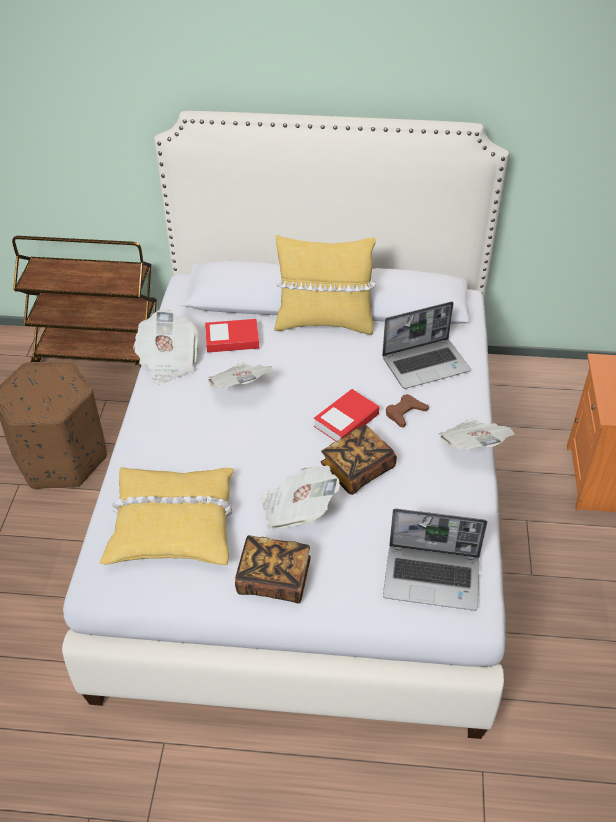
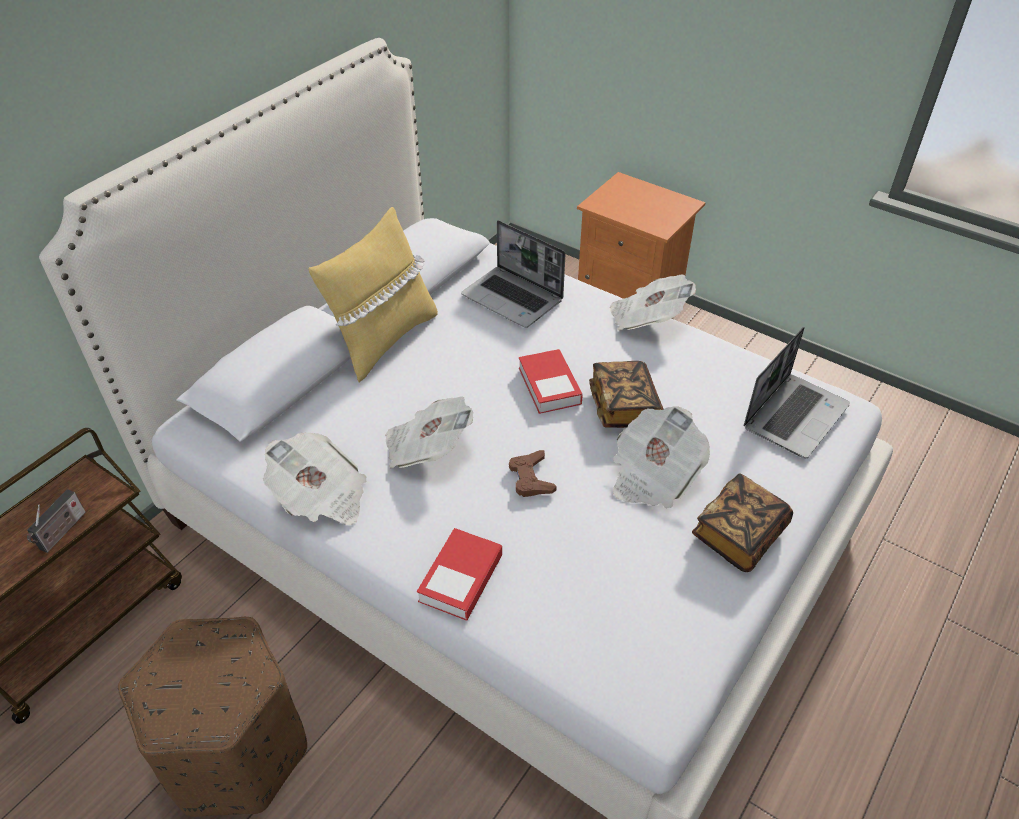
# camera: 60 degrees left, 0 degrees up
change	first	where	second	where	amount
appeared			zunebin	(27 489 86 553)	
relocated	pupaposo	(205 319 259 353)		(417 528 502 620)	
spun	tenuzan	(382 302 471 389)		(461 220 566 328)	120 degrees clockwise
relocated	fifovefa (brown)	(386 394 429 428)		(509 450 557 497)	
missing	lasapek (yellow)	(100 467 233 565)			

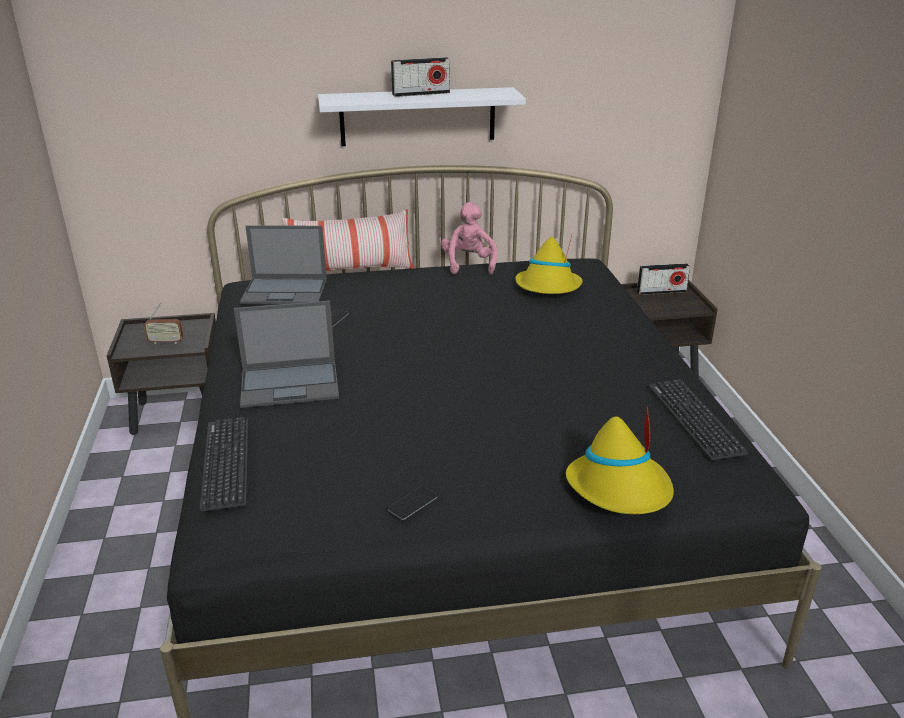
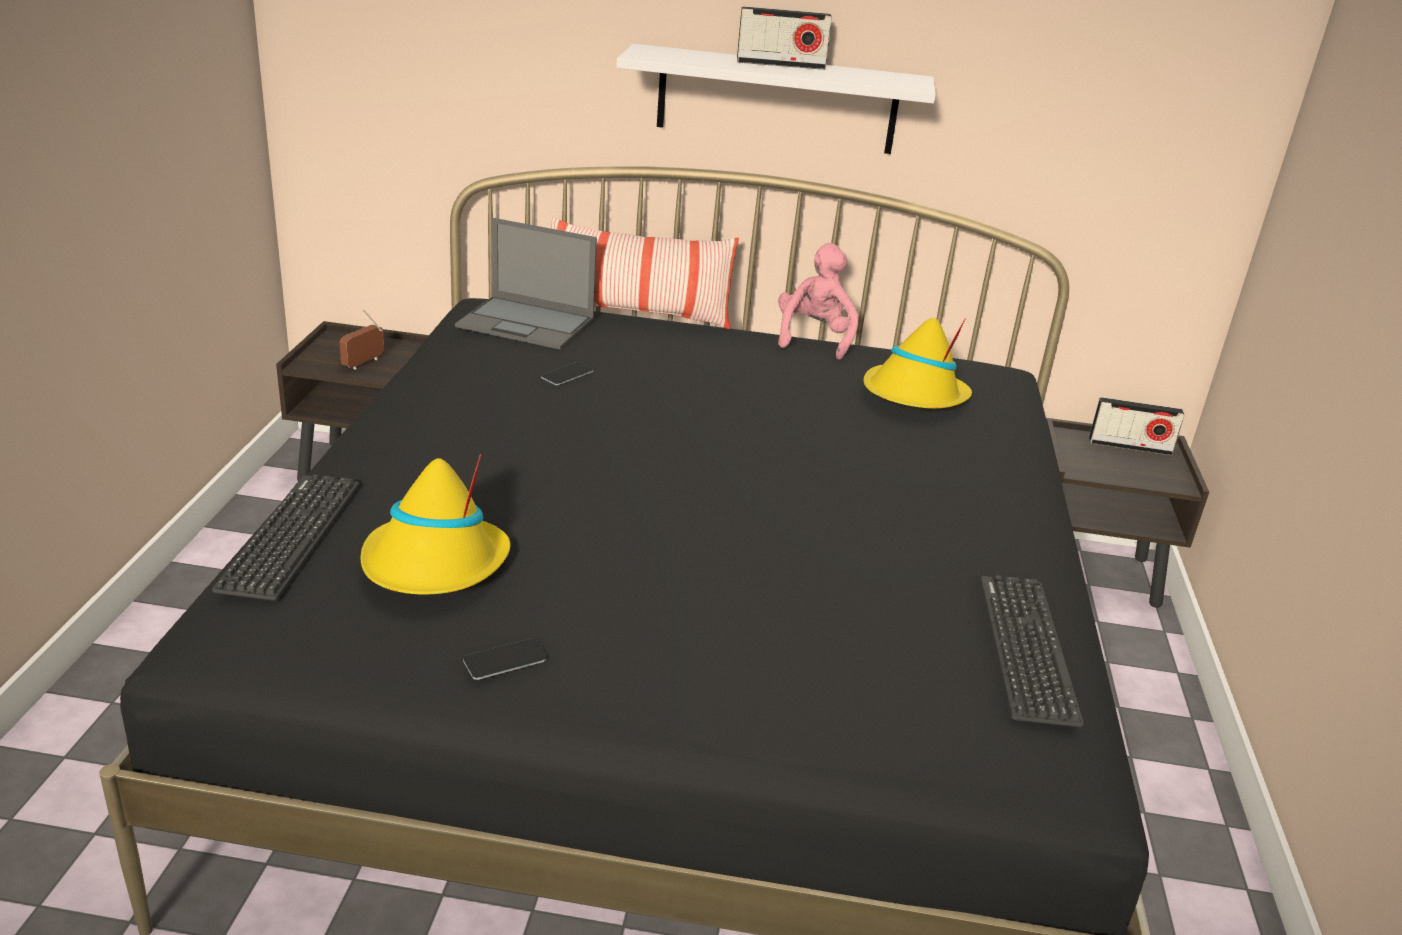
# camera: 15 degrees right, 0 degrees up
change	first	where	second	where	amount
spun	zunebin	(144 302 183 344)		(340 309 384 370)	105 degrees clockwise
relocated	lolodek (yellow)	(566 407 674 514)		(361 454 511 594)	
missing	tenuzan	(234 301 339 408)			

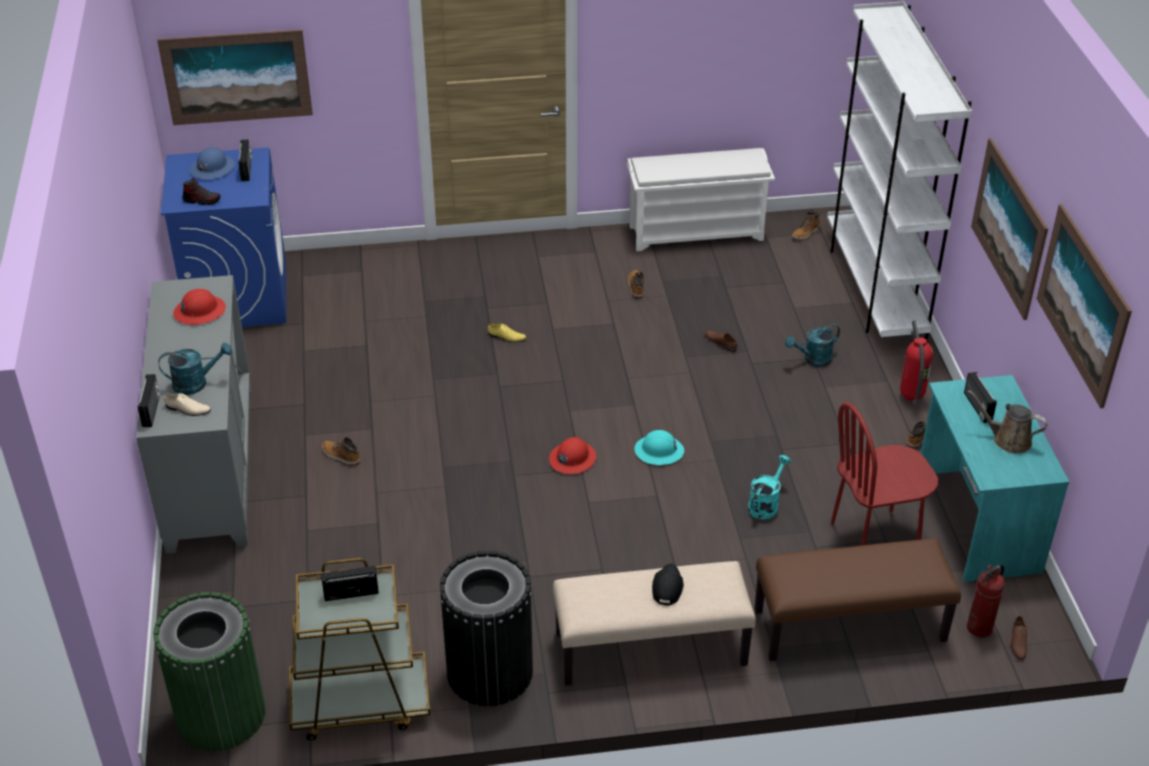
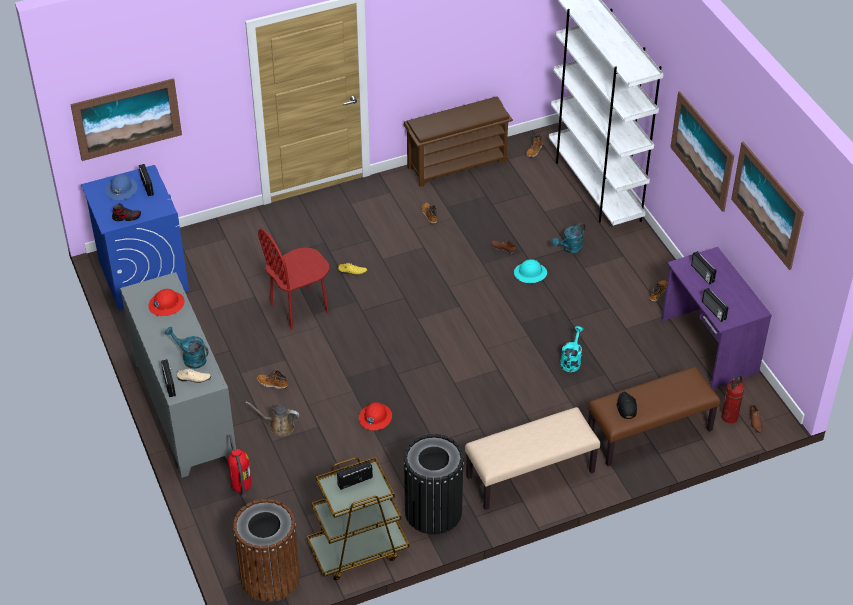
# camera: 15 degrees left, 5 degrees up
change	first	where	second	where	amount
spun	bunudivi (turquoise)	(159 342 232 395)		(165 327 209 369)	120 degrees counterclockwise
relocated	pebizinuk	(900 320 933 404)		(228 435 252 498)	
colour	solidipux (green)	(153 592 265 751)	solidipux (brown)	(233 499 300 602)	
relocated	bunudivi (brown)	(968 390 1048 454)		(246 401 300 436)	
relocated	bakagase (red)	(831 402 938 546)		(258 229 329 330)	
relocated	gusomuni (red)	(549 437 596 474)		(359 402 392 430)	
colour	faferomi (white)	(627 148 775 251)	faferomi (brown)	(404 96 513 187)	
relocated	gusomuni (turquoise)	(635 430 684 465)		(514 259 547 283)	
relocated	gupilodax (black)	(652 563 684 606)		(617 392 637 419)	
colour	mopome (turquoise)	(921 375 1069 582)	mopome (purple)	(662 247 772 389)	
appeared			zunebin	(702 288 728 322)	

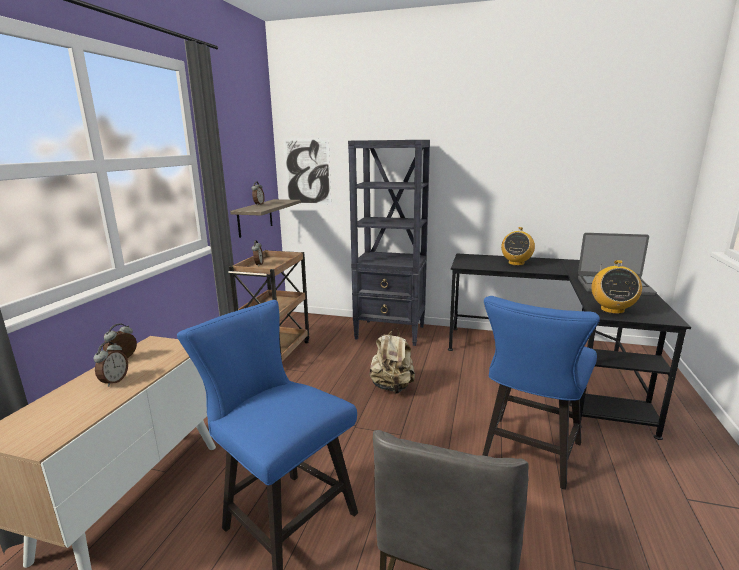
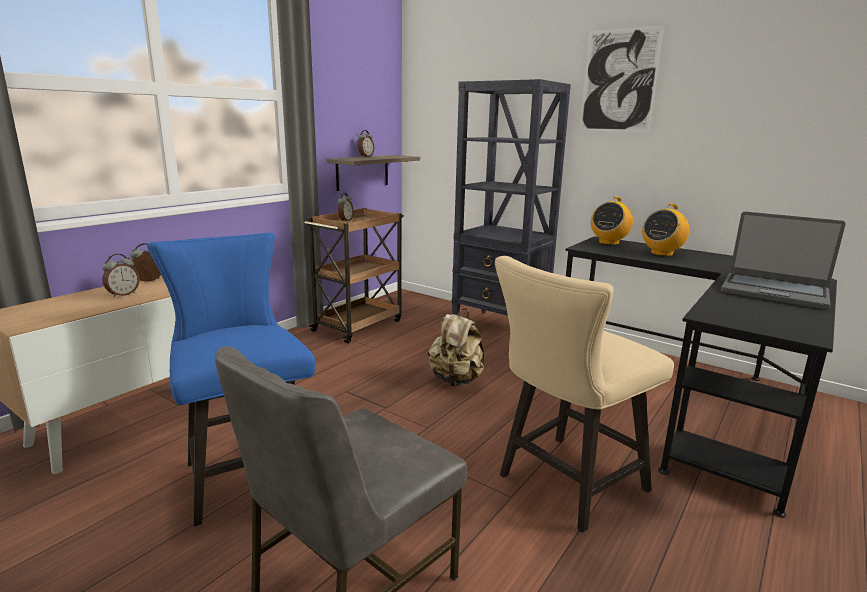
# camera: 20 degrees right, 0 degrees up
change	first	where	second	where	amount
colour	bakagase (blue)	(482 296 600 490)	bakagase (beige)	(495 256 674 533)	
relocated	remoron	(283 138 331 205)		(580 25 664 132)	
relocated	zunebin	(592 260 642 314)		(591 196 633 245)	

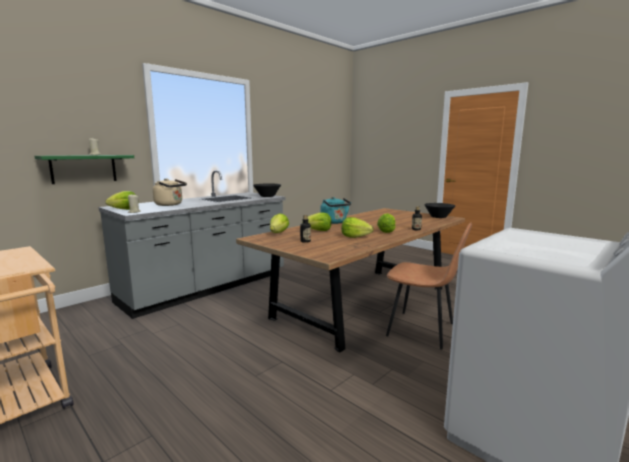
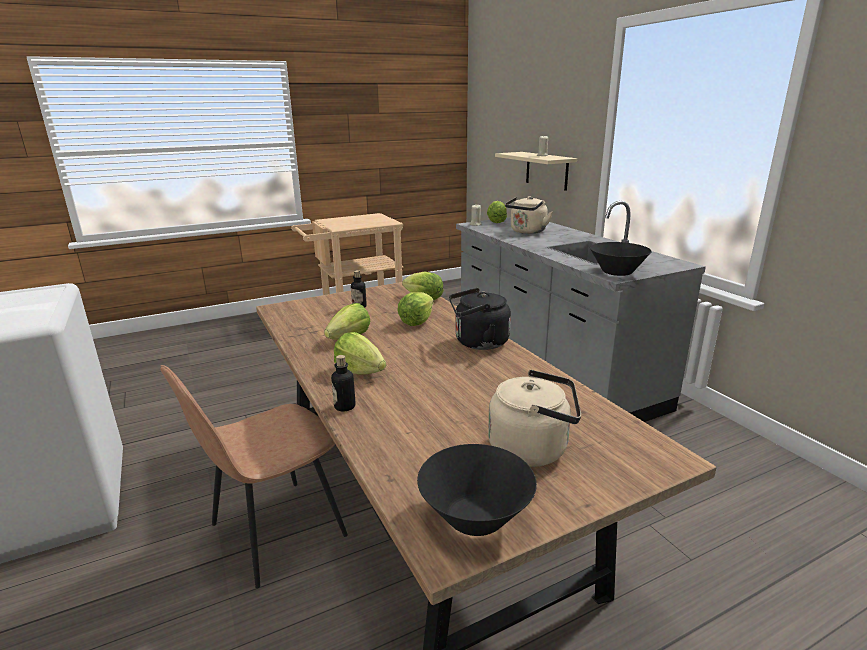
# camera: 110 degrees right, 10 degrees up
change	first	where	second	where	amount
colour	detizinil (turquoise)	(320 197 351 224)	detizinil (black)	(449 288 511 350)	
appeared			detizinil (beige)	(488 370 581 467)	
colour	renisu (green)	(35 155 134 184)	renisu (beige)	(495 152 577 191)	

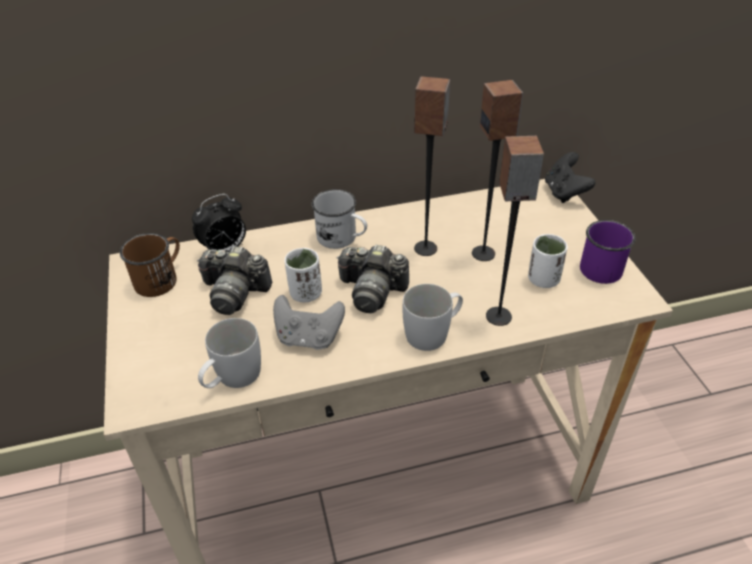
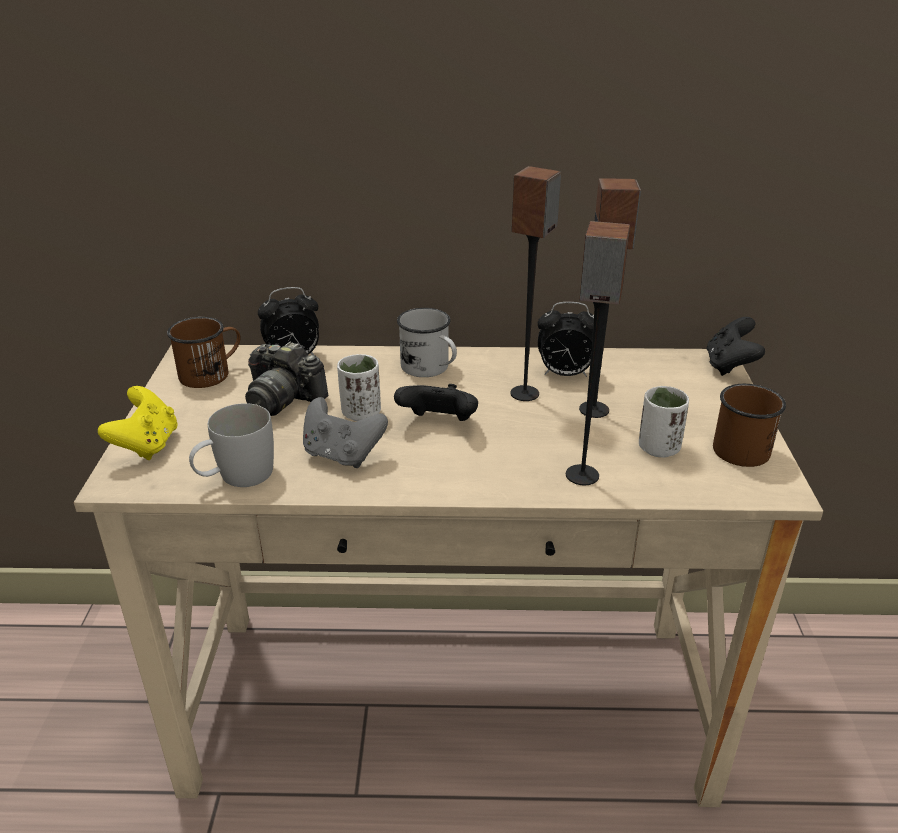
# camera: 15 degrees right, 10 degrees down
change	first	where	second	where	amount
appeared			fifovefa (yellow)	(98 386 178 460)	
exchanged	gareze	(336 244 409 313)	fifovefa (black)	(394 384 478 421)	
appeared			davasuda	(538 302 594 377)	
colour	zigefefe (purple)	(580 220 636 284)	zigefefe (brown)	(713 384 786 467)	
missing	zigefefe (white)	(403 284 463 351)			

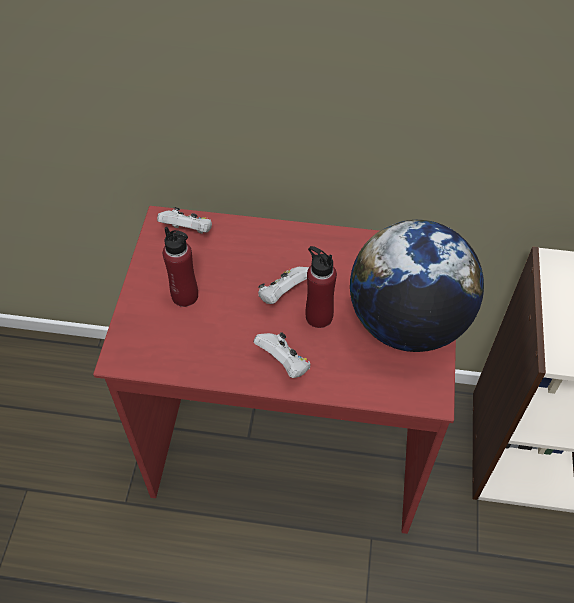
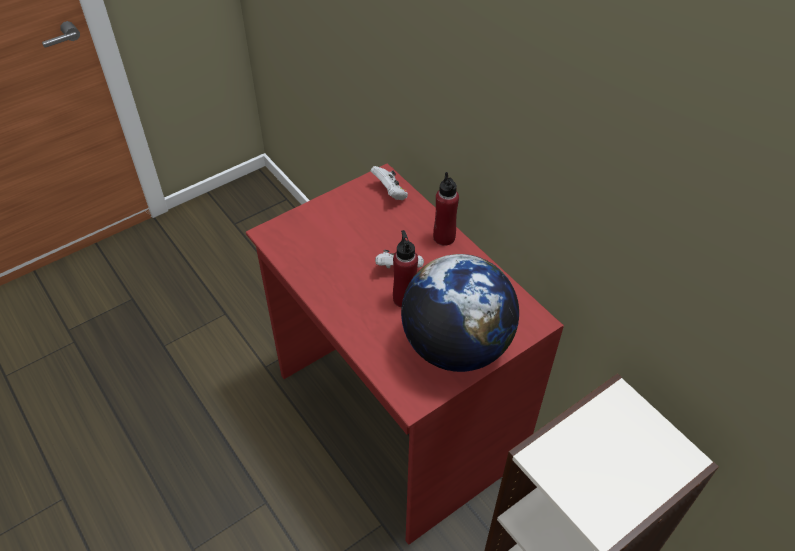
# camera: 45 degrees right, 5 degrees down
change	first	where	second	where	amount
relocated	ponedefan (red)	(163 227 198 307)		(433 172 459 246)	
missing	fifovefa (white)	(254 332 310 378)			

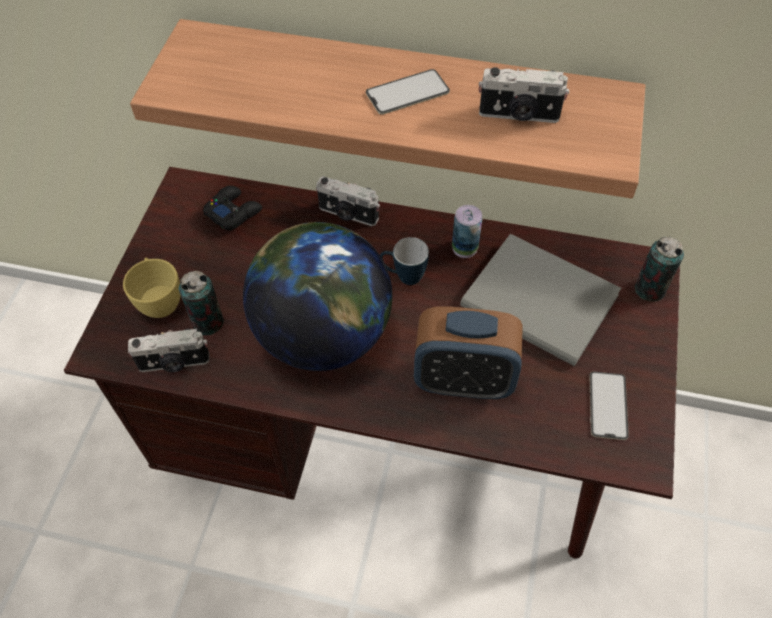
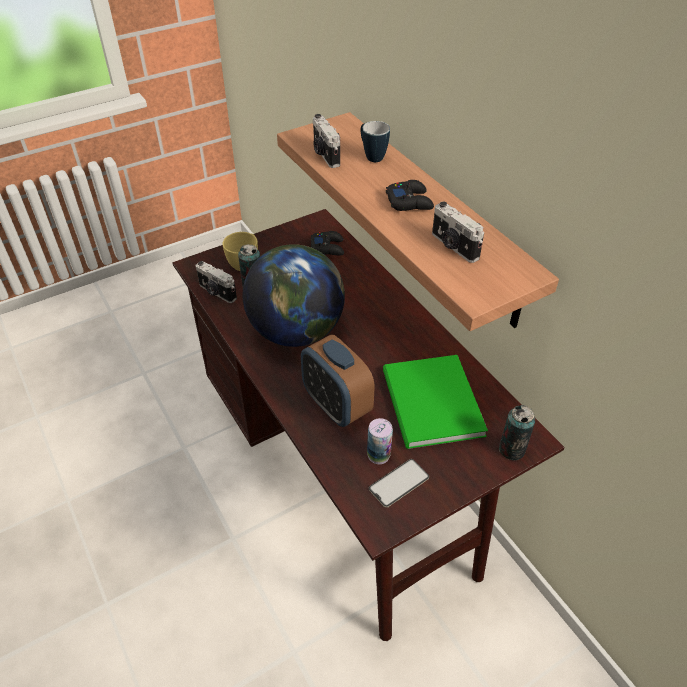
# camera: 45 degrees right, 10 degrees down
change	first	where	second	where	amount
relocated	gareze	(316 176 380 226)		(313 114 340 168)	
relocated	zigefefe	(380 237 429 285)		(361 121 390 162)	
relocated	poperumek	(452 205 482 258)		(367 418 393 464)	
colour	pupaposo (grey)	(460 234 621 366)	pupaposo (green)	(383 355 488 449)	
exchanged	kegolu	(366 69 450 115)	fifovefa (black)	(386 180 434 211)	

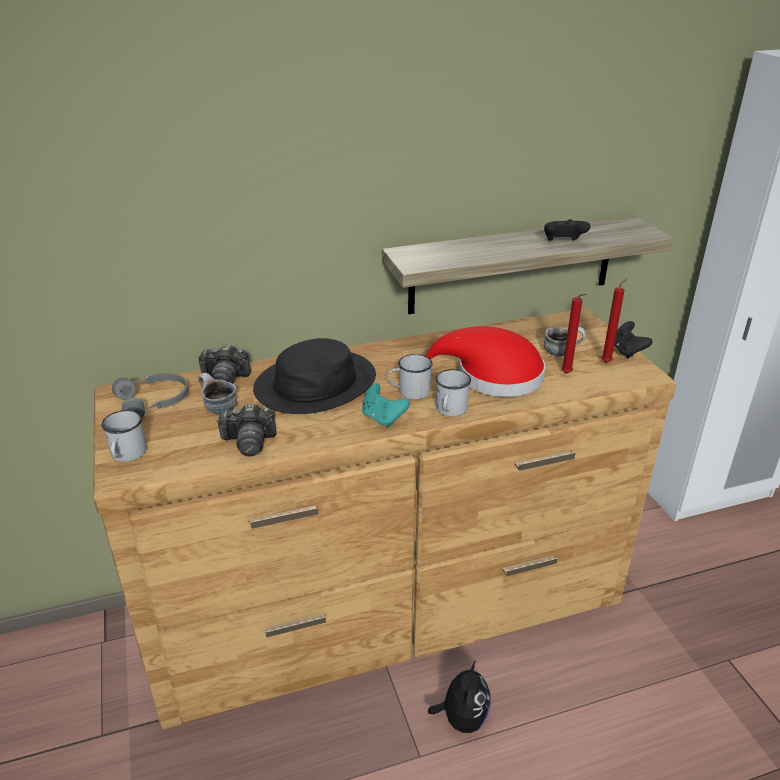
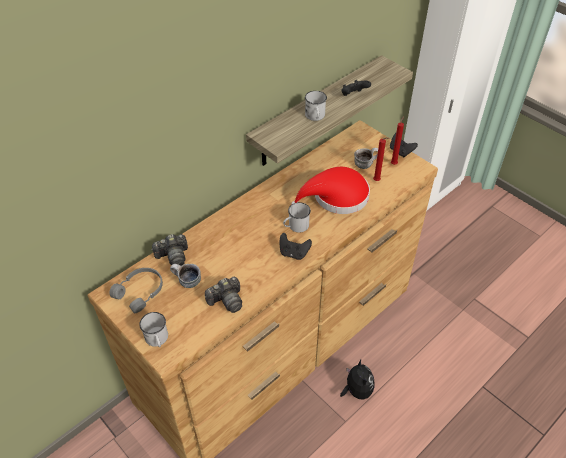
# camera: 25 degrees left, 15 degrees up
change	first	where	second	where	amount
colour	fifovefa (turquoise)	(362 383 410 427)	fifovefa (black)	(280 233 312 260)	
relocated	zigefefe (white)	(435 369 471 417)		(305 91 327 121)	
missing	lolodek (black)	(253 338 376 414)			

